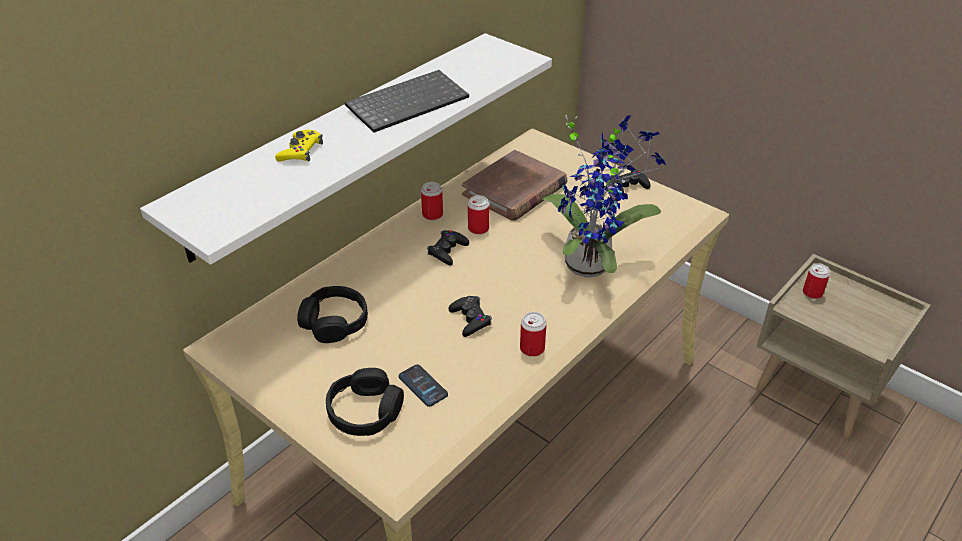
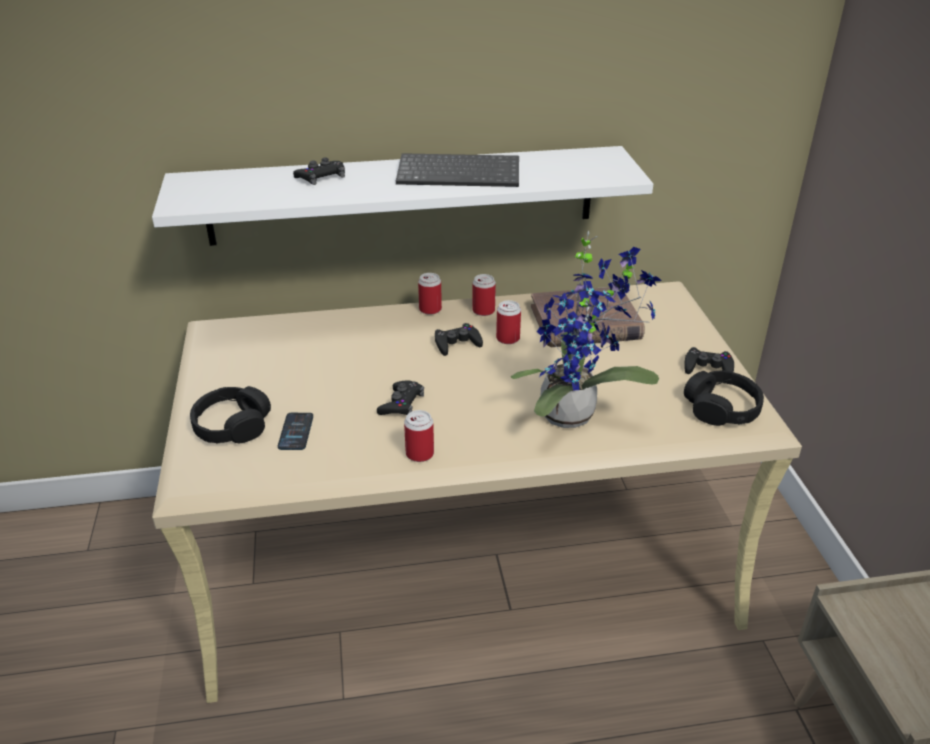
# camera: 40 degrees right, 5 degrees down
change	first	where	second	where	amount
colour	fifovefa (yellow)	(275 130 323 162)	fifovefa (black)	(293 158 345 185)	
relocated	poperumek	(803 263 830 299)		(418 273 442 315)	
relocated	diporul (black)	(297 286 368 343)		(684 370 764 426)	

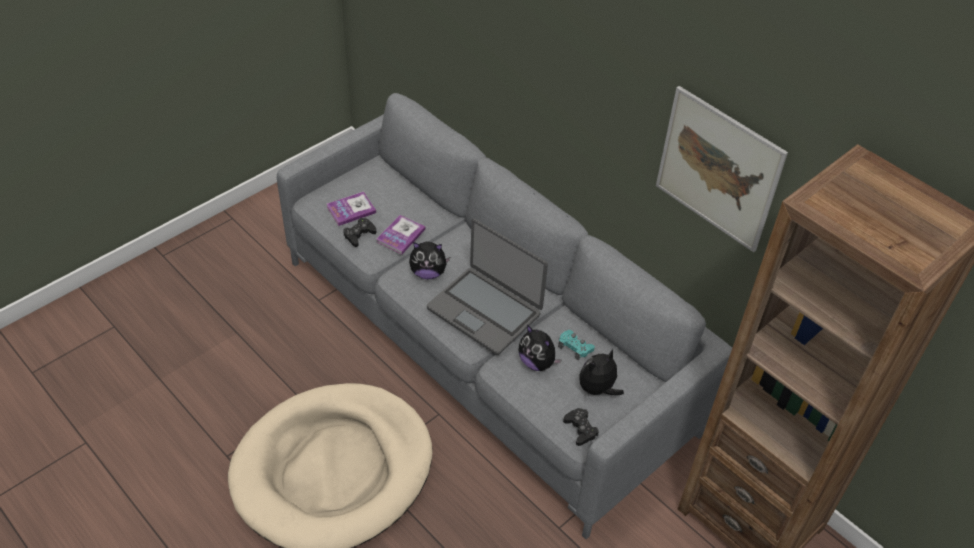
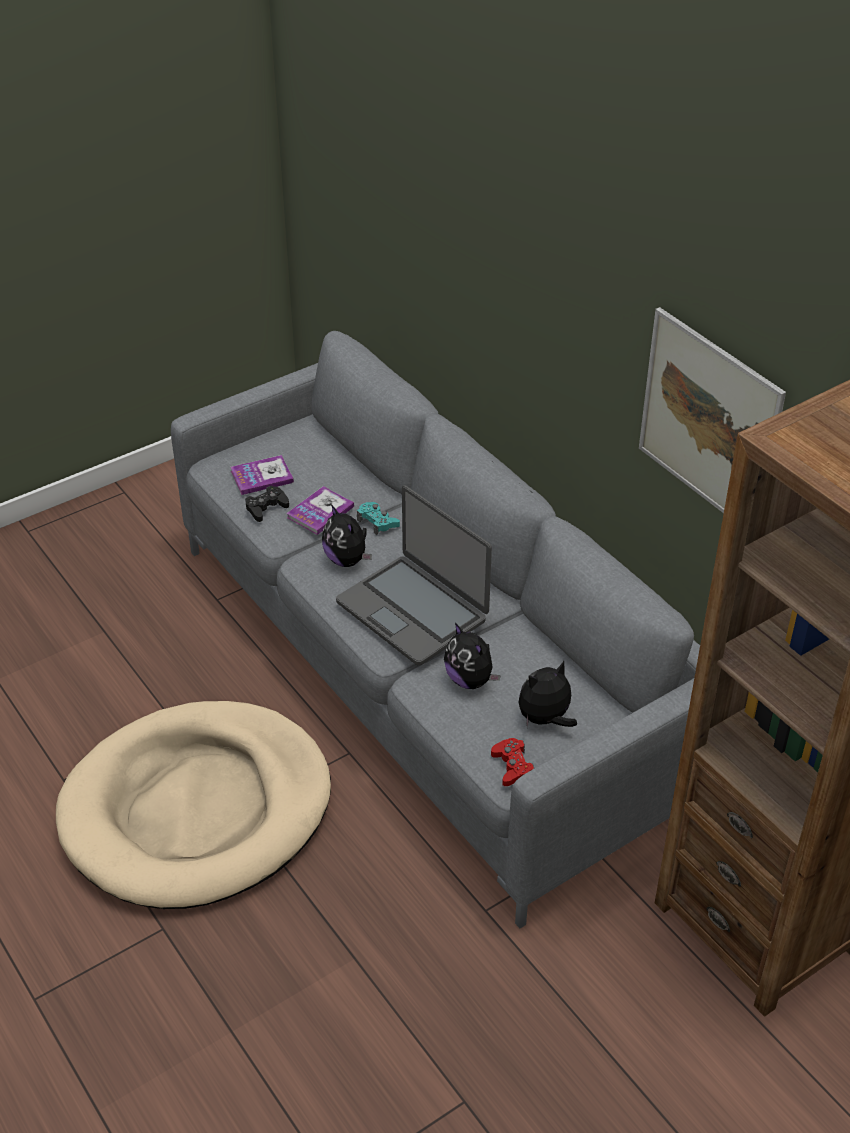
# camera: 10 degrees right, 5 degrees down
change	first	where	second	where	amount
spun	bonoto	(409 242 450 279)		(322 504 372 567)	45 degrees clockwise
relocated	fifovefa (turquoise)	(558 330 595 361)		(357 502 400 535)	
colour	fifovefa (black)	(563 408 599 446)	fifovefa (red)	(491 738 534 786)	

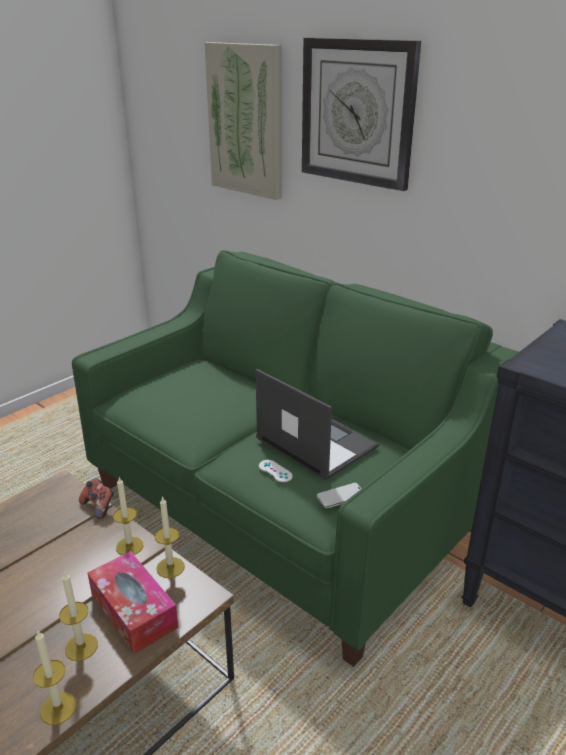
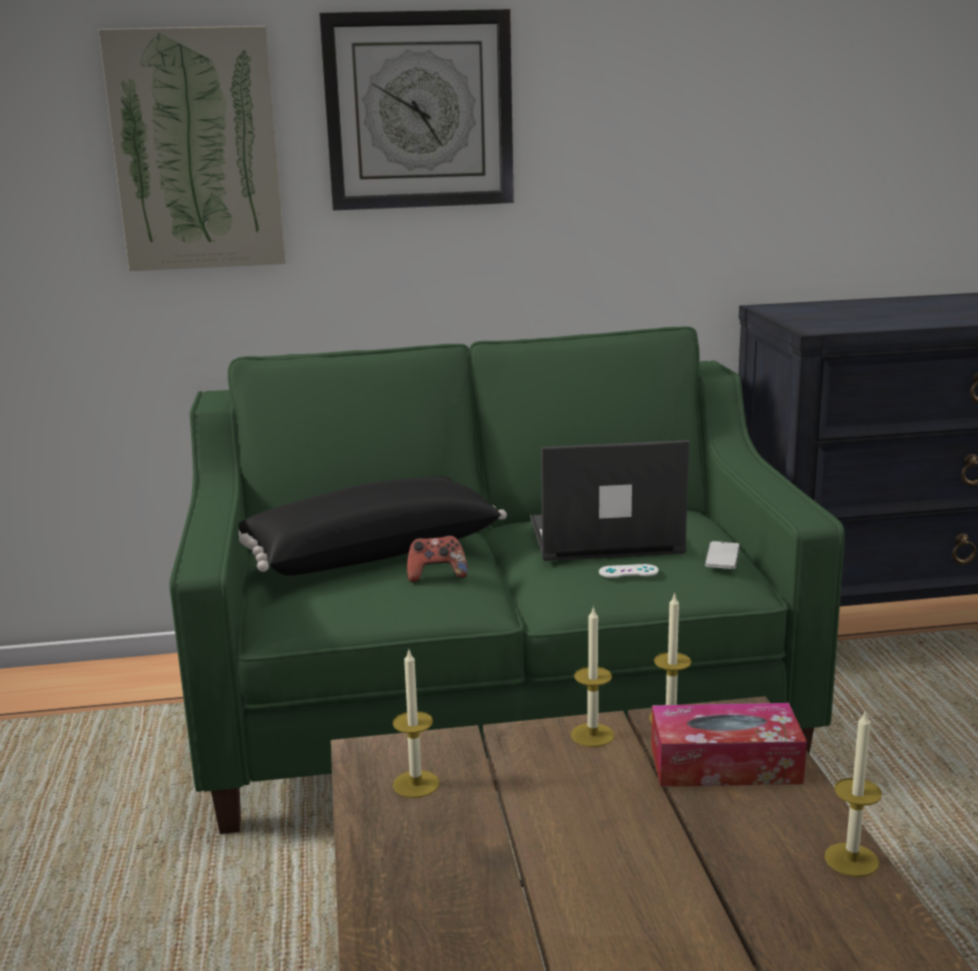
# camera: 50 degrees left, 10 degrees down
change	first	where	second	where	amount
appeared			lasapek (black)	(239 476 507 576)	
relocated	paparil	(59 571 98 661)		(393 648 439 798)	
relocated	fifovefa	(79 478 114 519)		(407 536 468 583)	

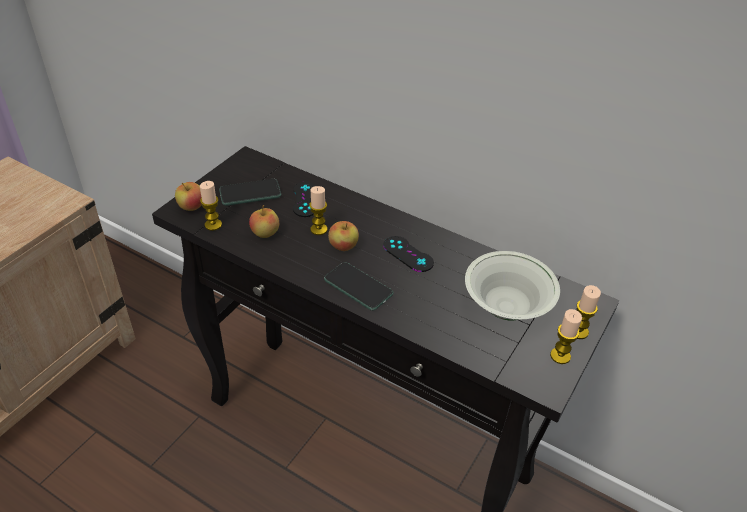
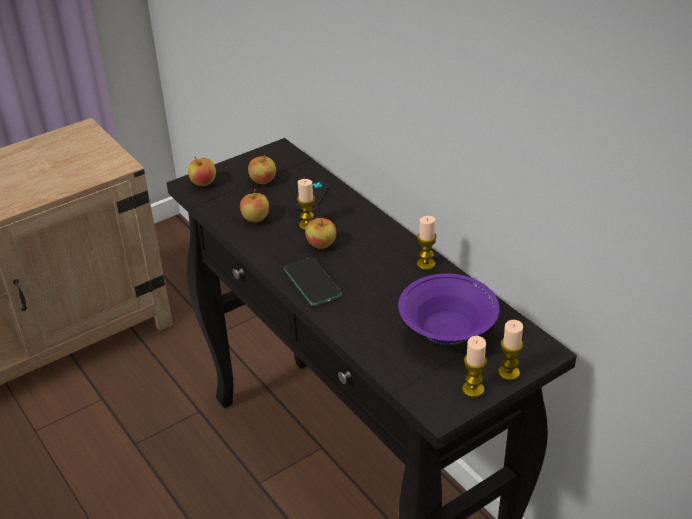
# camera: 25 degrees right, 5 degrees down
change	first	where	second	where	amount
exchanged	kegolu	(219 179 281 206)	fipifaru	(248 155 276 184)	
colour	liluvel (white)	(465 251 560 321)	liluvel (purple)	(398 274 500 345)	
relocated	paparil	(200 181 222 231)		(417 216 437 270)	
missing	fifovefa (black)	(383 236 434 272)			

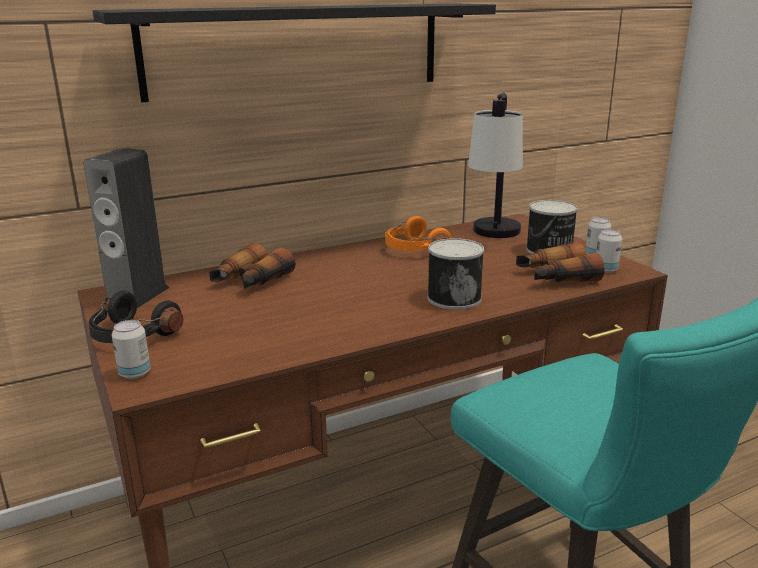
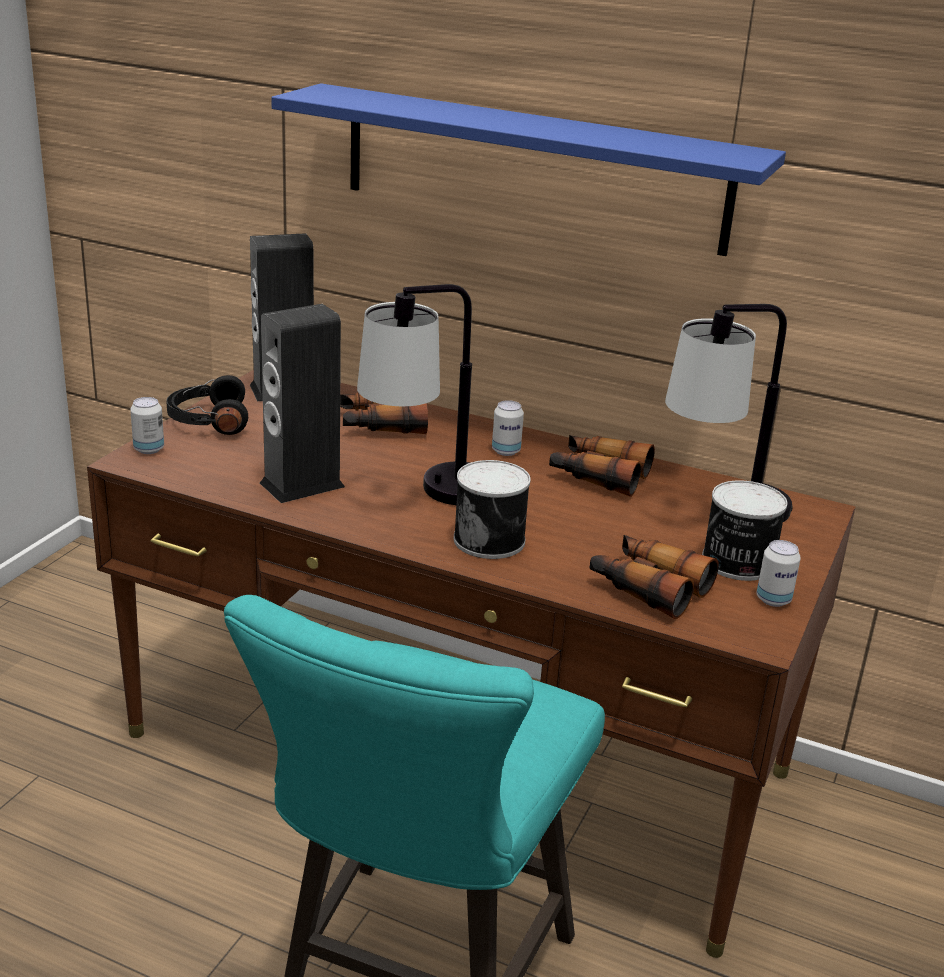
# camera: 50 degrees right, 5 degrees up
change	first	where	second	where	amount
appeared			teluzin	(260 304 345 503)	
colour	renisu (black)	(93 4 496 103)	renisu (blue)	(271 83 786 256)	
appeared			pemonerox	(357 284 472 505)	
relocated	poperumek	(596 229 622 273)		(492 400 524 456)	
exchanged	diporul (orange)	(385 216 451 251)	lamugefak	(549 435 655 497)	

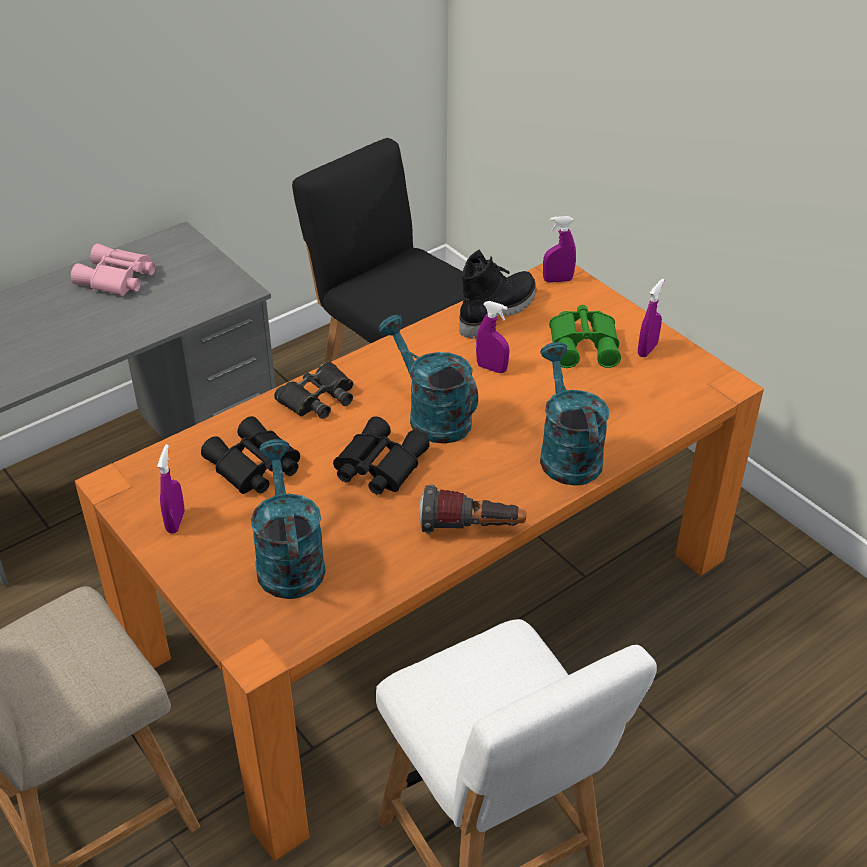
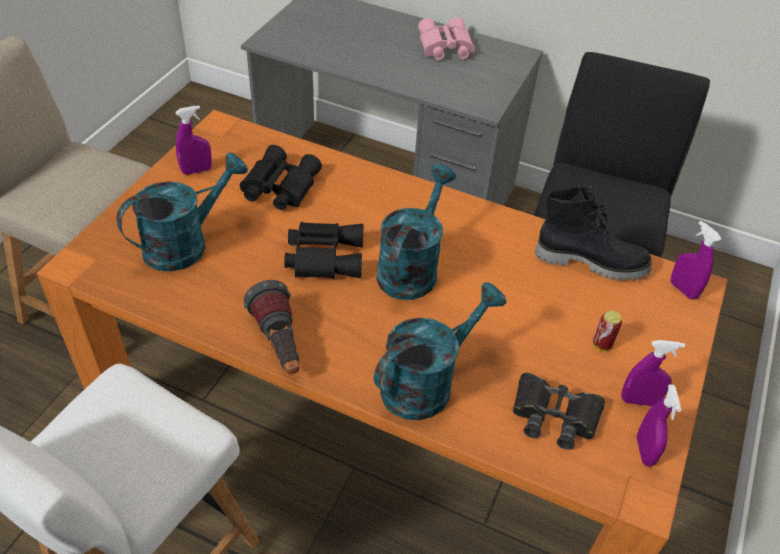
# camera: 60 degrees right, 5 degrees up
change	first	where	second	where	amount
relocated	lamugefak (black)	(274 362 354 419)		(513 373 605 450)	
exchanged	lamugefak (green)	(549 305 621 368)	poperumek	(592 311 622 351)	
relocated	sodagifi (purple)	(476 301 509 373)		(637 385 681 467)	

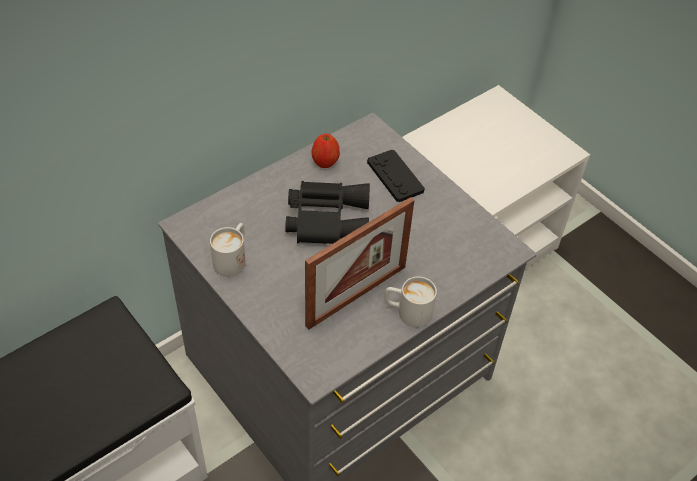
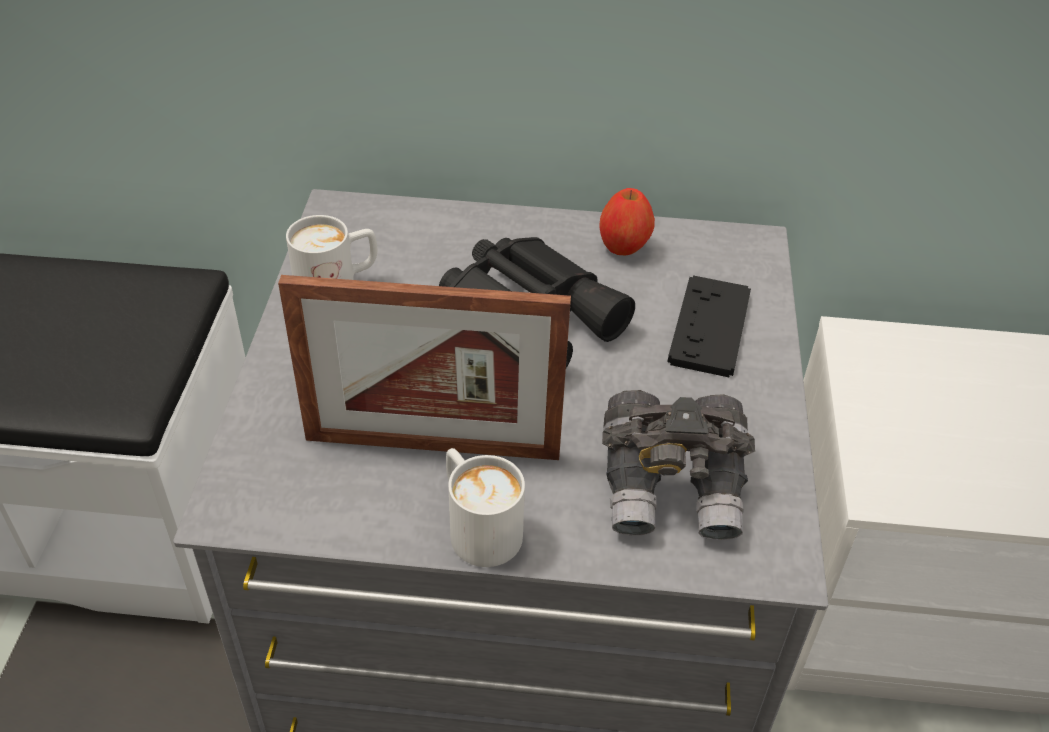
# camera: 45 degrees right, 5 degrees down
change	first	where	second	where	amount
appeared			lamugefak (grey)	(602 390 755 540)	

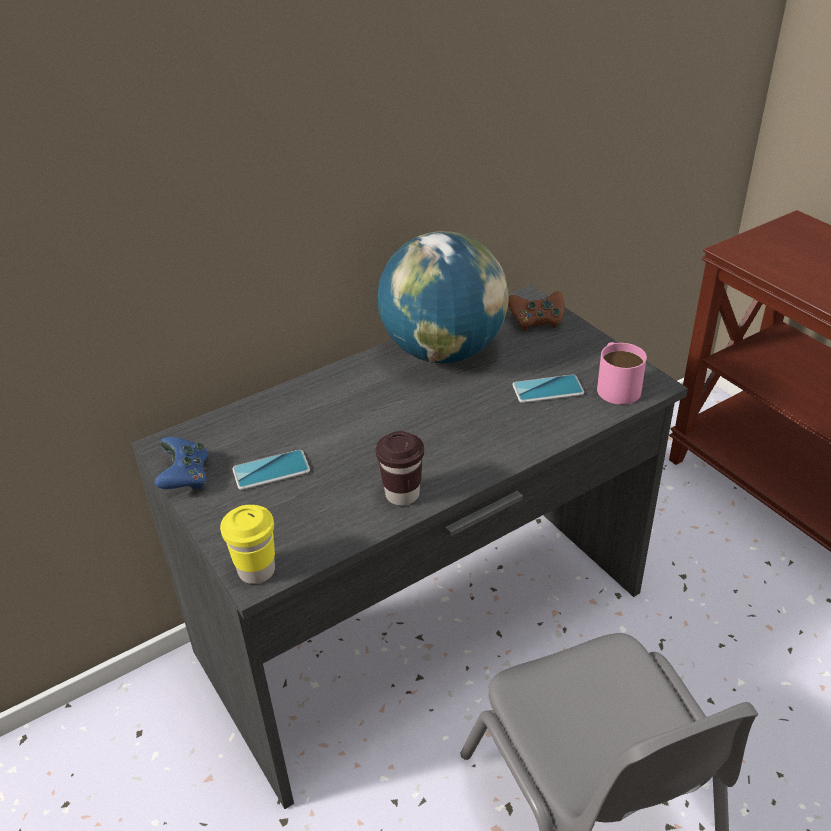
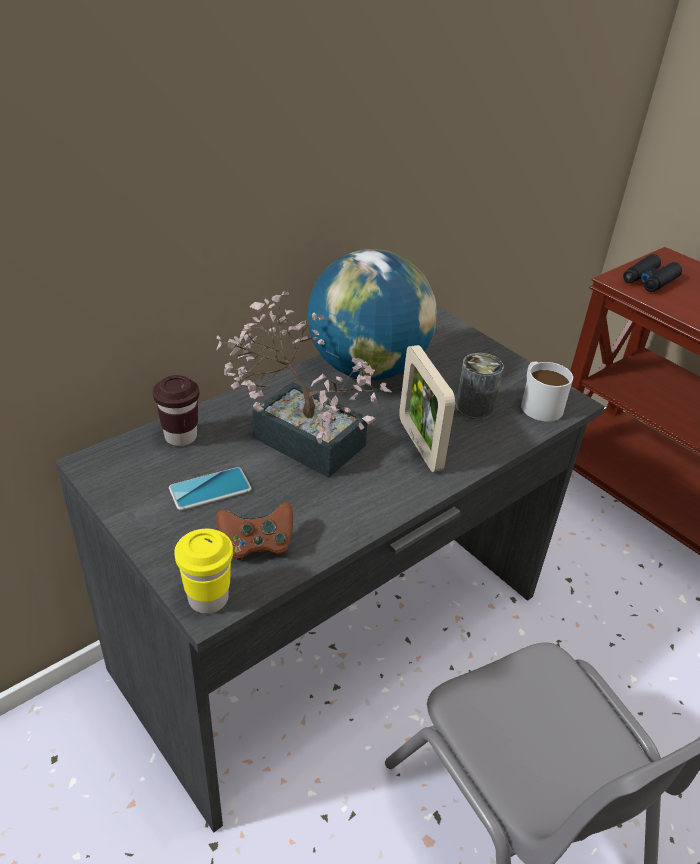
# camera: 10 degrees left, 0 degrees up
change	first	where	second	where	amount
relocated	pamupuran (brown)	(376 431 424 506)		(153 375 199 446)	
appeared			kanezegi	(216 291 392 478)	
relocated	fifovefa (brown)	(508 291 564 330)		(216 502 293 560)	
appeared			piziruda	(399 345 455 472)	
exchanged	kegolu	(512 374 584 403)	poperumek	(456 353 504 419)	
colour	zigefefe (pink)	(597 342 647 404)	zigefefe (white)	(521 362 573 422)	
appeared			lamugefak (black)	(623 254 682 292)	
missing	fifovefa (blue)	(154 437 208 489)			

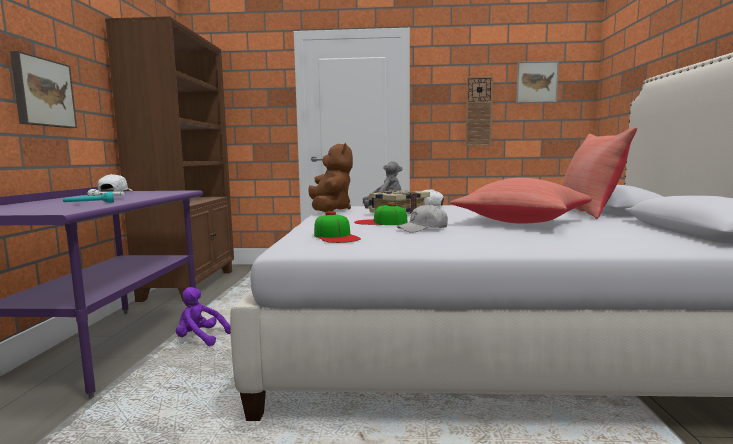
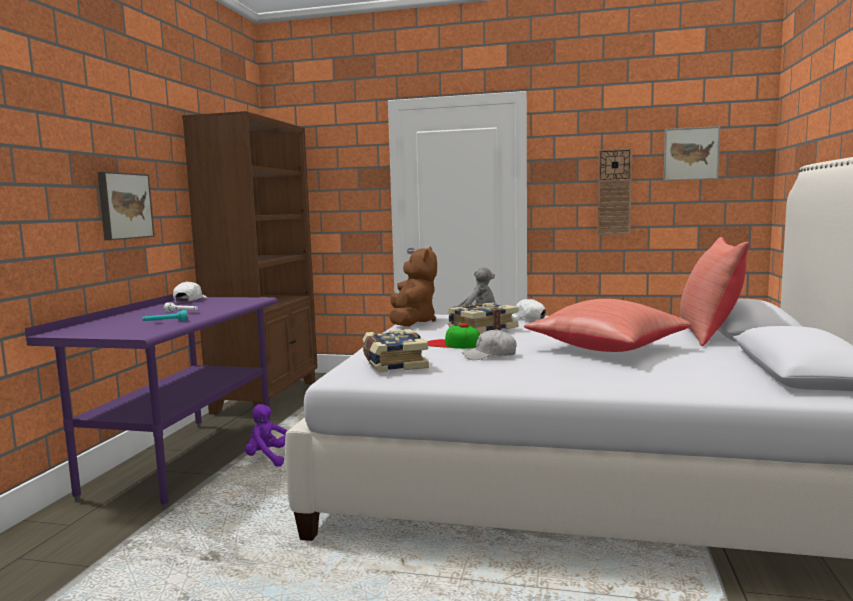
# camera: 10 degrees right, 0 degrees up
change	first	where	second	where	amount
exchanged	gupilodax	(314 211 361 243)	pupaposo	(363 329 429 373)	

